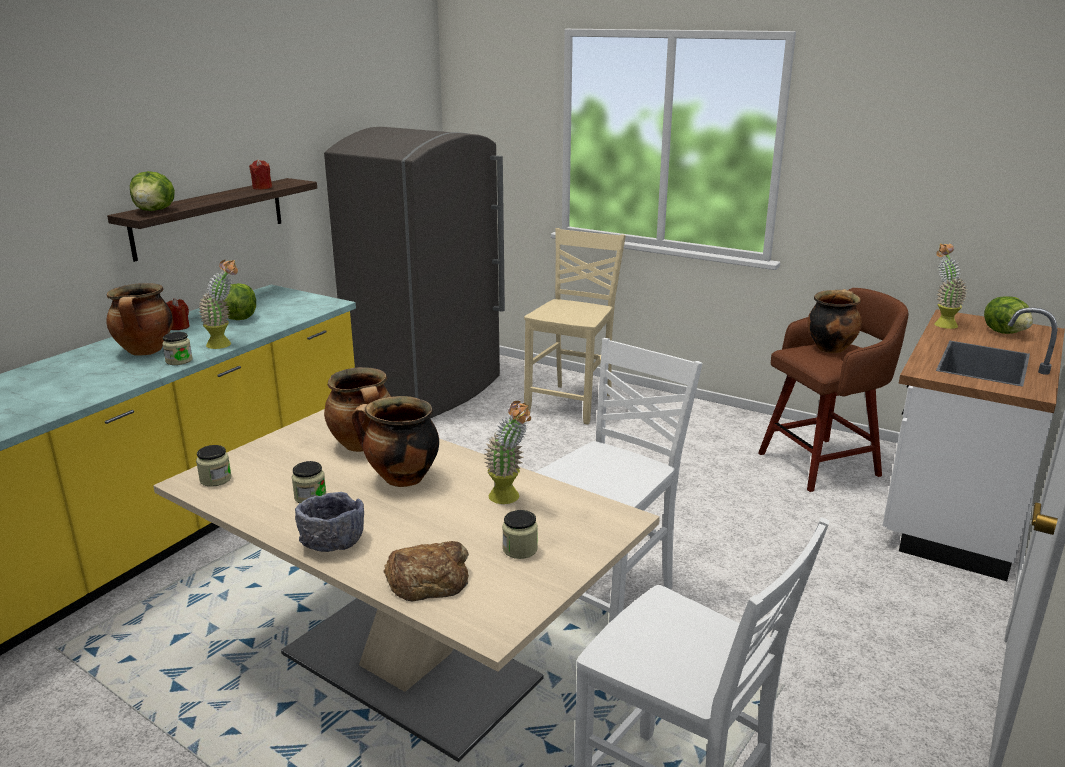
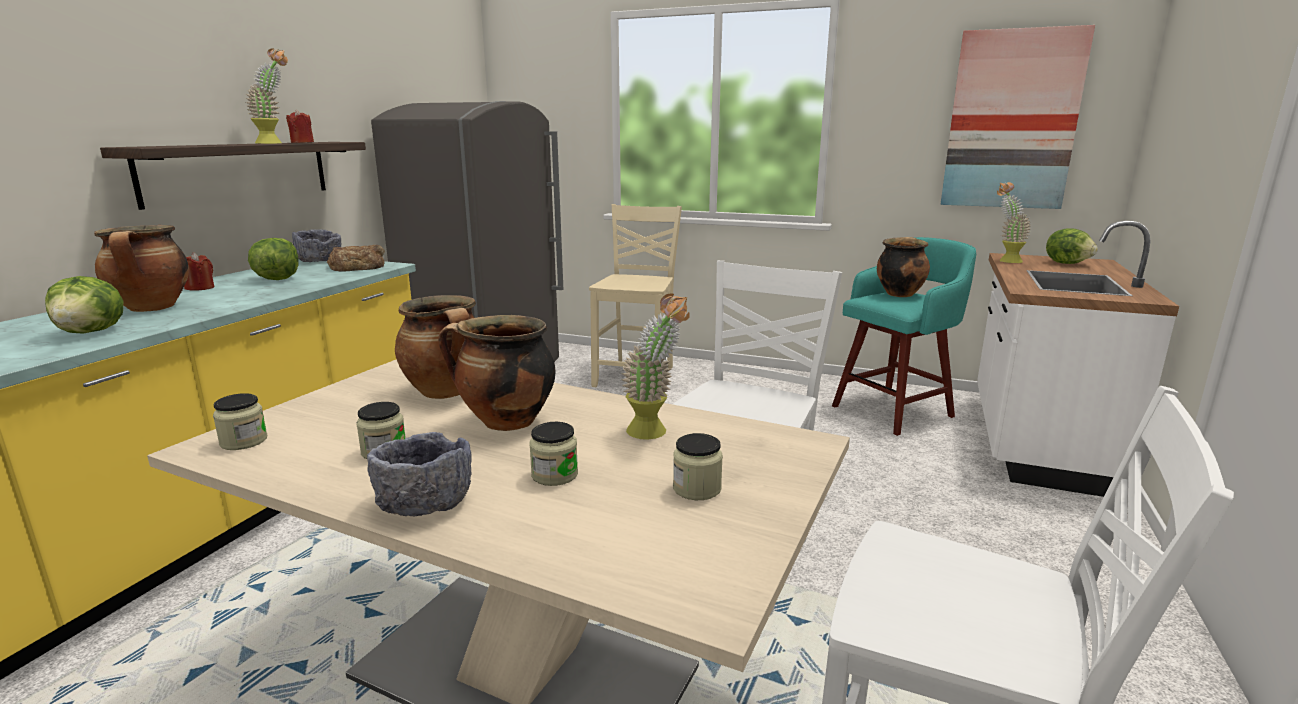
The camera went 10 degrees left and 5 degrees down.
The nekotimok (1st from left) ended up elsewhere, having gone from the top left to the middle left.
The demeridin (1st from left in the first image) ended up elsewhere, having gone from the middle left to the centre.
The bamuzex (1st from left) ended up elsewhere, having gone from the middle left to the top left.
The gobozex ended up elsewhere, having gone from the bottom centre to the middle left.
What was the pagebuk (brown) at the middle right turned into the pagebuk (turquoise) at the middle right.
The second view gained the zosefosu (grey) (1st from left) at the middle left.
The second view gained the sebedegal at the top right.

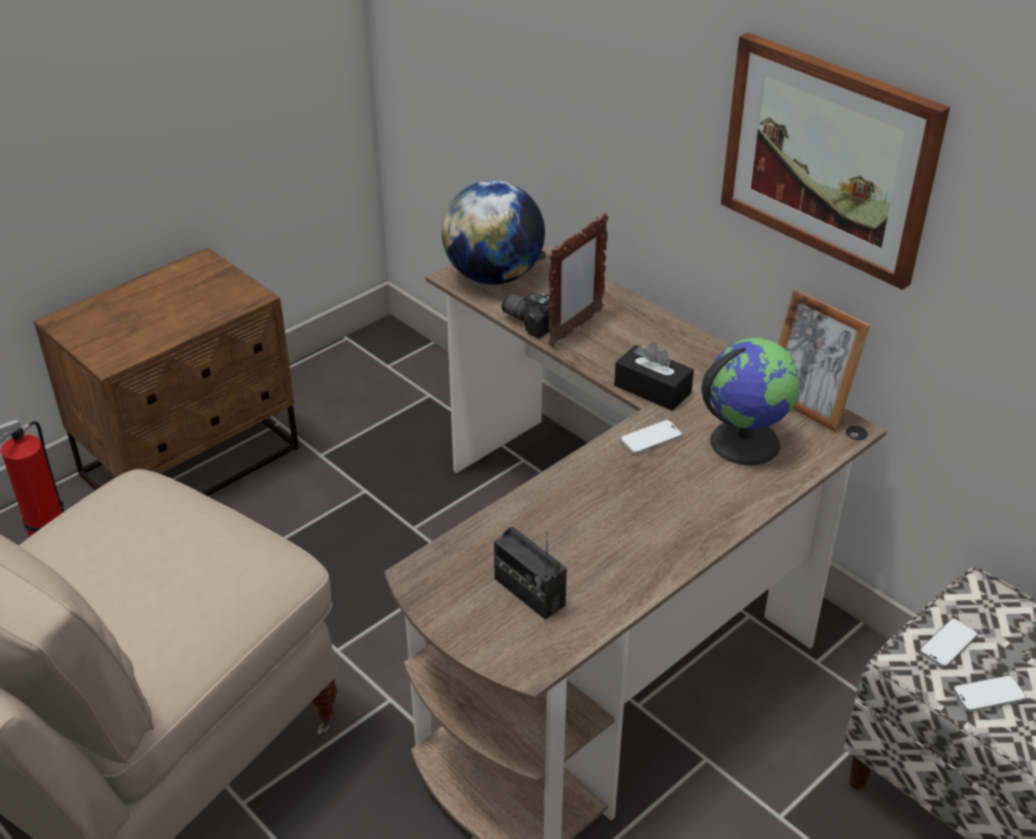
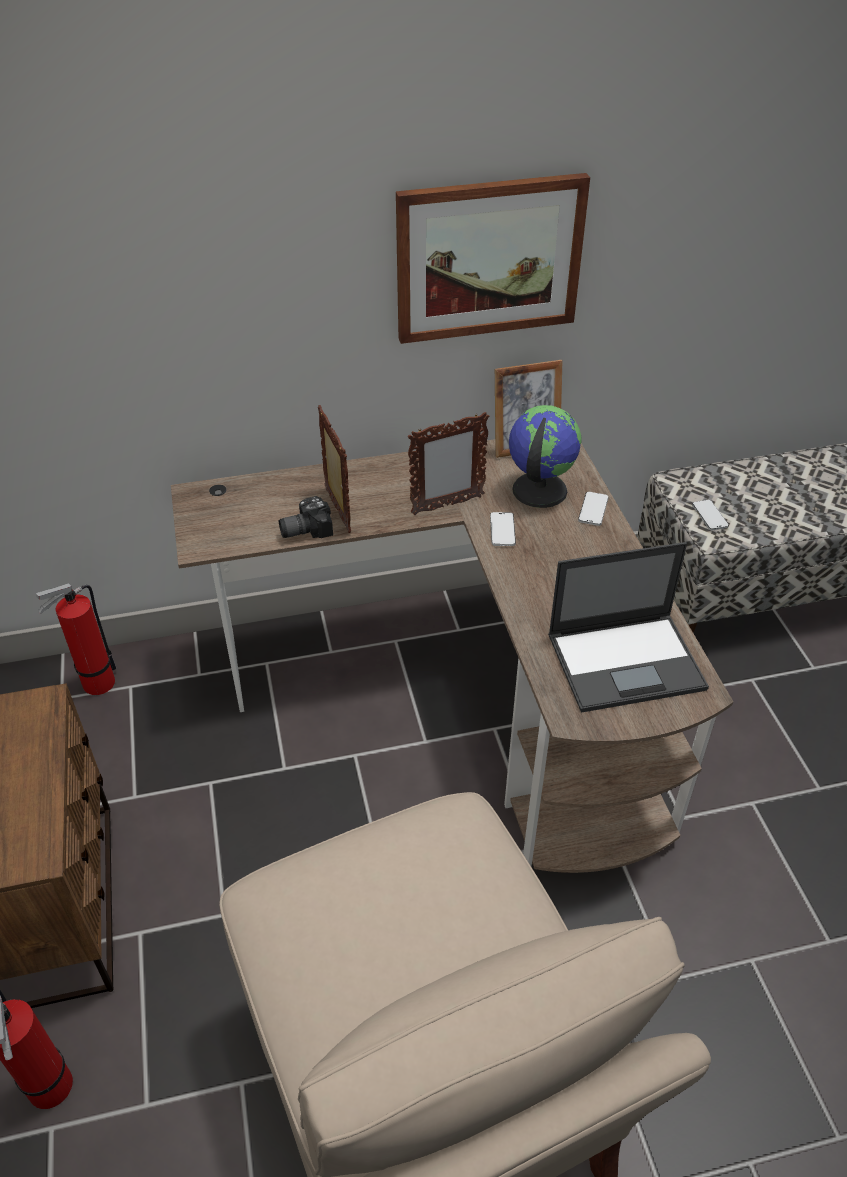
The camera went 60 degrees left and 5 degrees up.
The second view lost the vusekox (1st from left) at the top centre.
Where the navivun stood at the bottom centre, the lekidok came to stand at the middle right.
Where the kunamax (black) stood at the centre, the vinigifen (2nd from left) came to stand at the centre.
The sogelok (3rd from left in the first image) ended up elsewhere, having gone from the bottom right to the middle right.
The second view gained the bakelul (2nd from left) at the middle left.

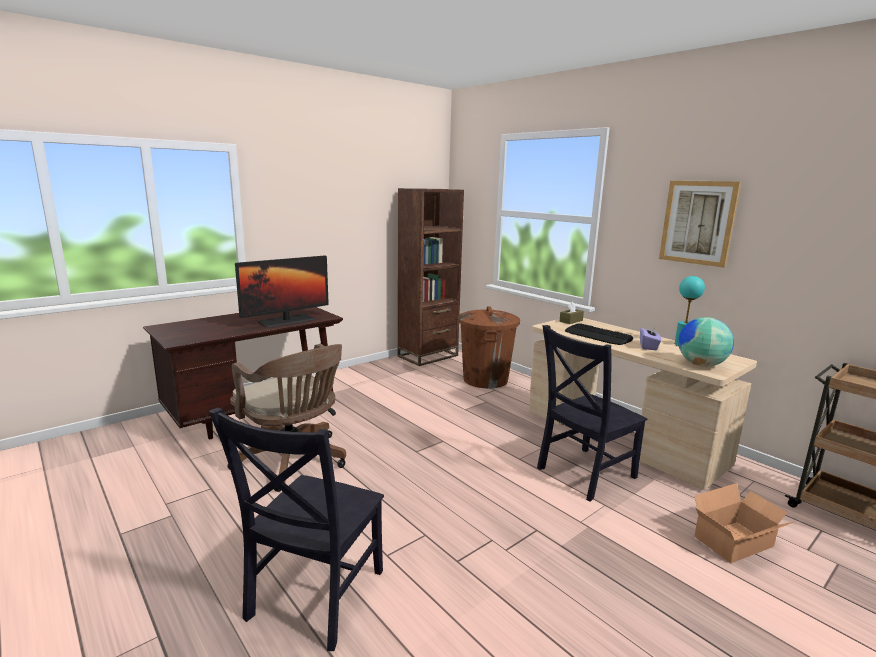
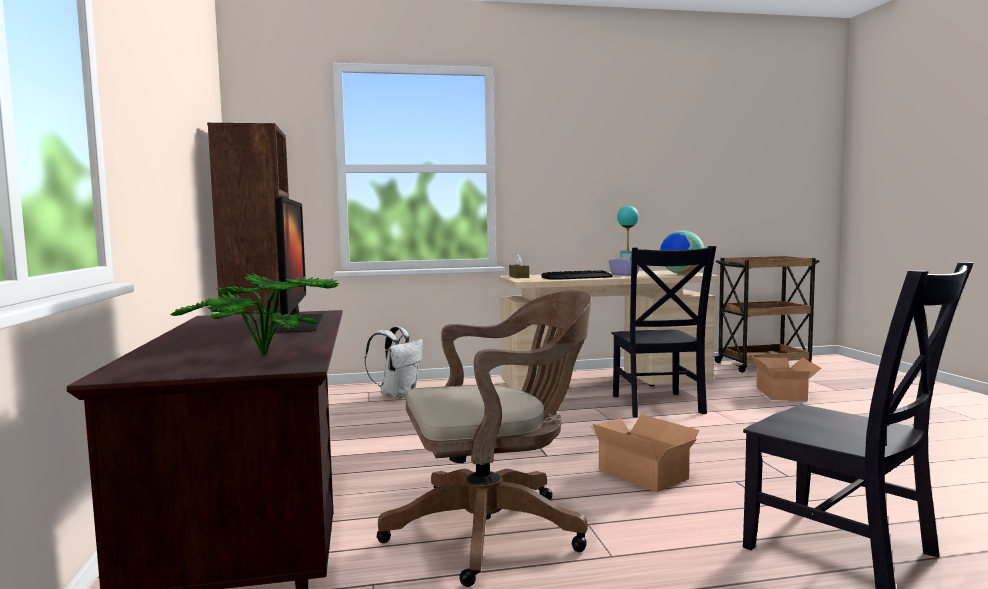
The camera went 60 degrees left and 10 degrees down.
Where the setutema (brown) stood at the centre, the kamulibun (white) came to stand at the centre.
The second view lost the sebedegal at the middle right.
The second view gained the bamuzex at the middle left.
The second view gained the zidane (1st from left) at the bottom centre.

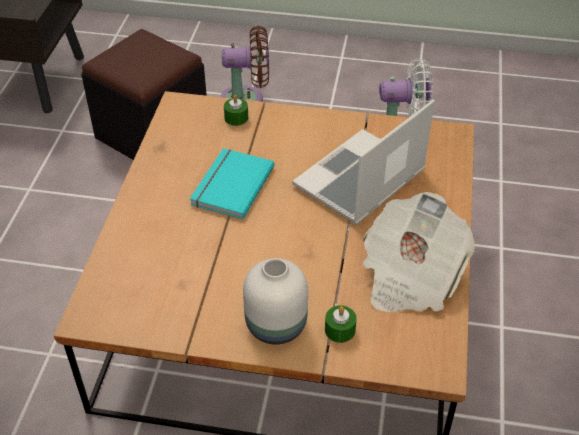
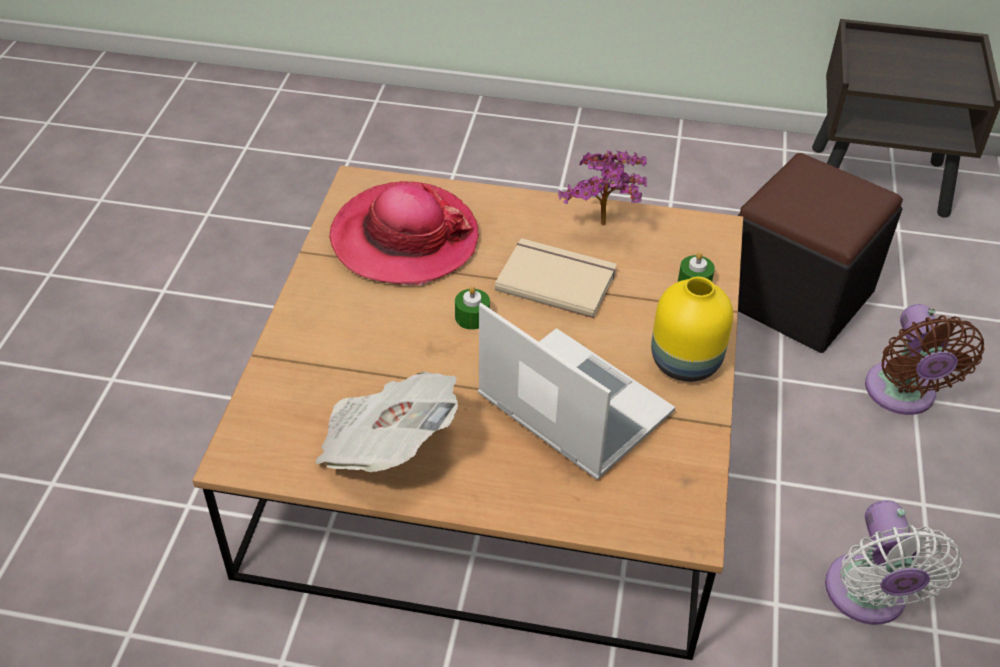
The camera went 90 degrees right and 0 degrees up.
What was the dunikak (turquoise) at the centre turned into the dunikak (beige) at the centre.
The second view lost the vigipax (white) at the bottom centre.
The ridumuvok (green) (2nd from left in the first image) ended up elsewhere, having gone from the bottom centre to the centre.
The second view gained the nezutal at the centre.
The second view gained the bamuzex at the top centre.
The second view gained the vigipax (yellow) at the middle right.

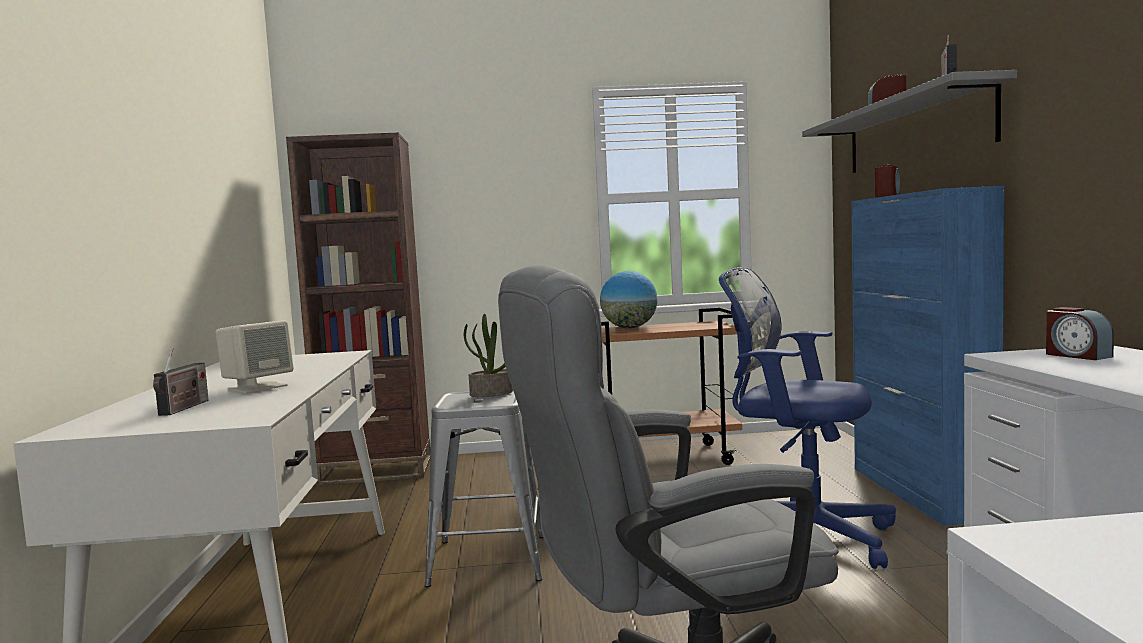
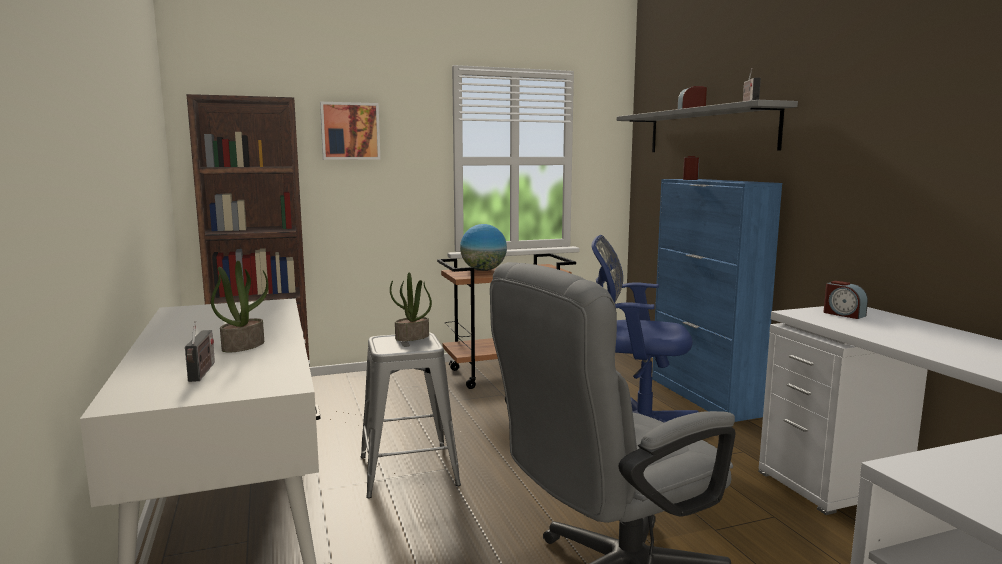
The camera went 15 degrees left and 5 degrees up.
Where the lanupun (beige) stood at the middle left, the bamuzex (1st from left) came to stand at the middle left.
The second view gained the sebedegal at the top centre.

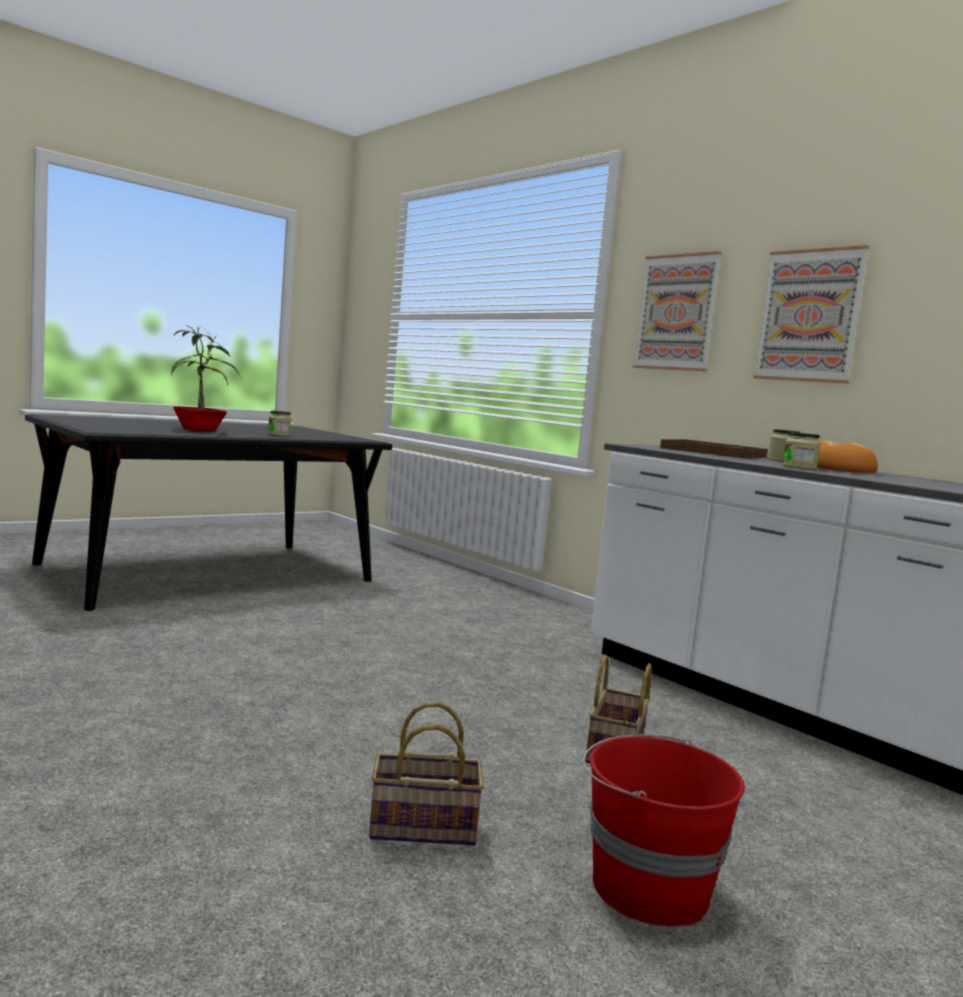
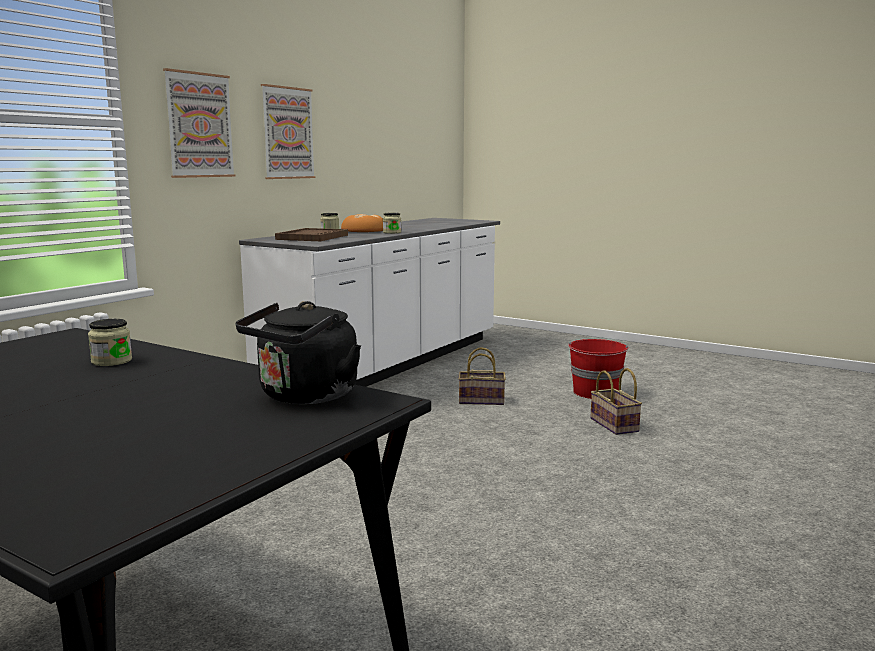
The camera went 105 degrees left and 5 degrees up.
The second view lost the bamuzex at the middle left.
The second view gained the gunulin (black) at the centre.

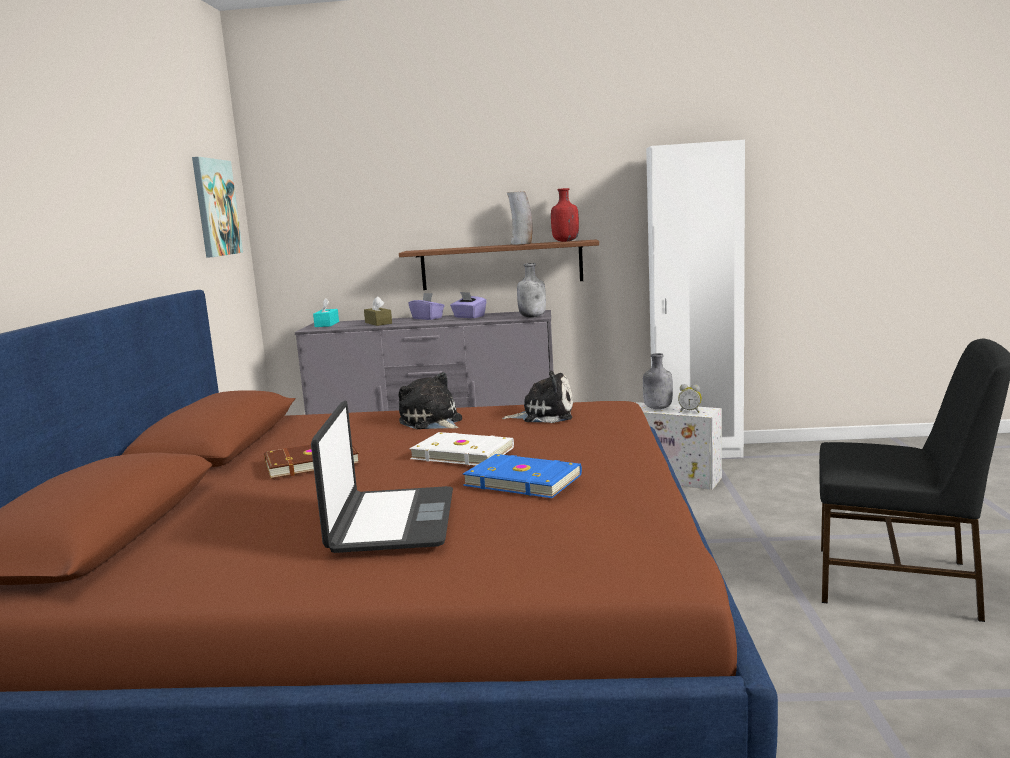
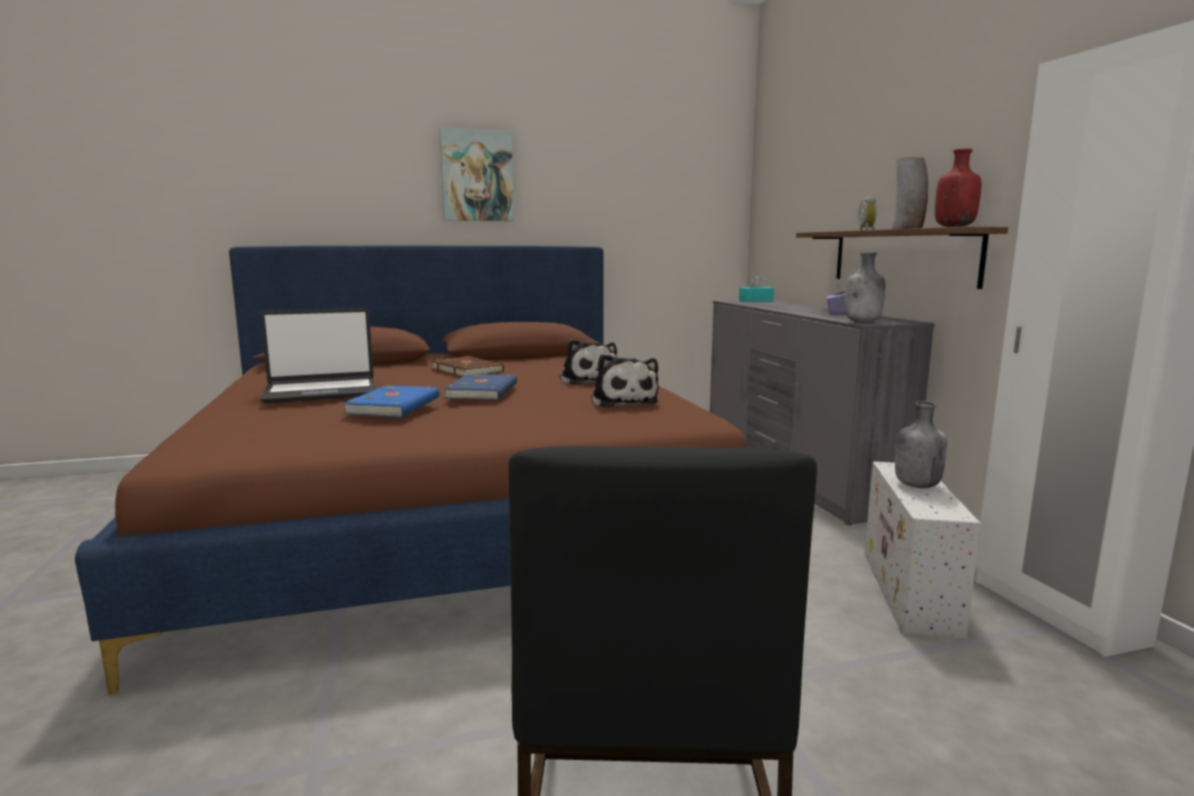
The camera went 70 degrees right and 0 degrees up.
The sebedegal ended up elsewhere, having gone from the top left to the top centre.
The second view lost the kunamax (brown) at the centre.
The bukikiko (1st from left) at the centre ended up facing another way, 120 degrees clockwise from before.
The second view lost the kunamax (purple) (1st from left) at the centre.
What was the dunikak (white) at the centre turned into the dunikak (blue) (2nd from left) at the centre.
The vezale ended up elsewhere, having gone from the middle right to the top right.

